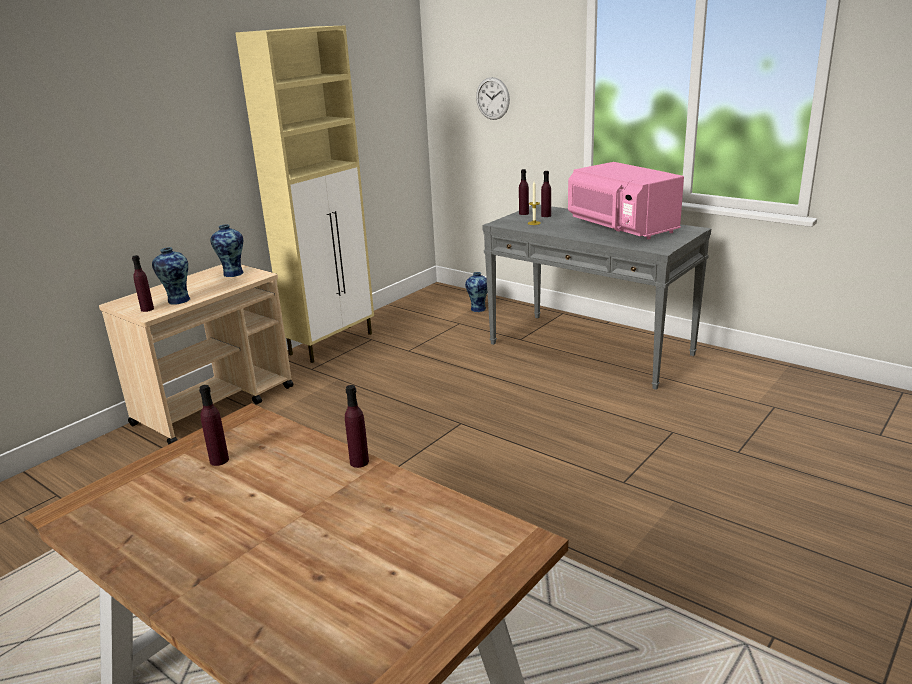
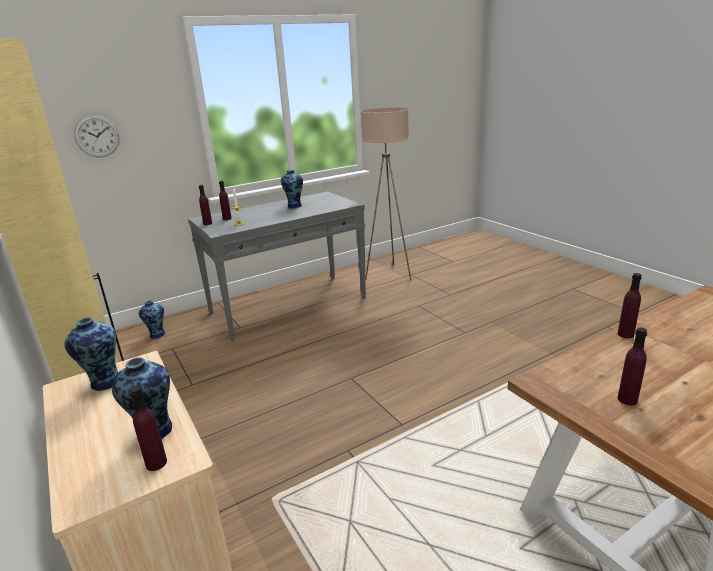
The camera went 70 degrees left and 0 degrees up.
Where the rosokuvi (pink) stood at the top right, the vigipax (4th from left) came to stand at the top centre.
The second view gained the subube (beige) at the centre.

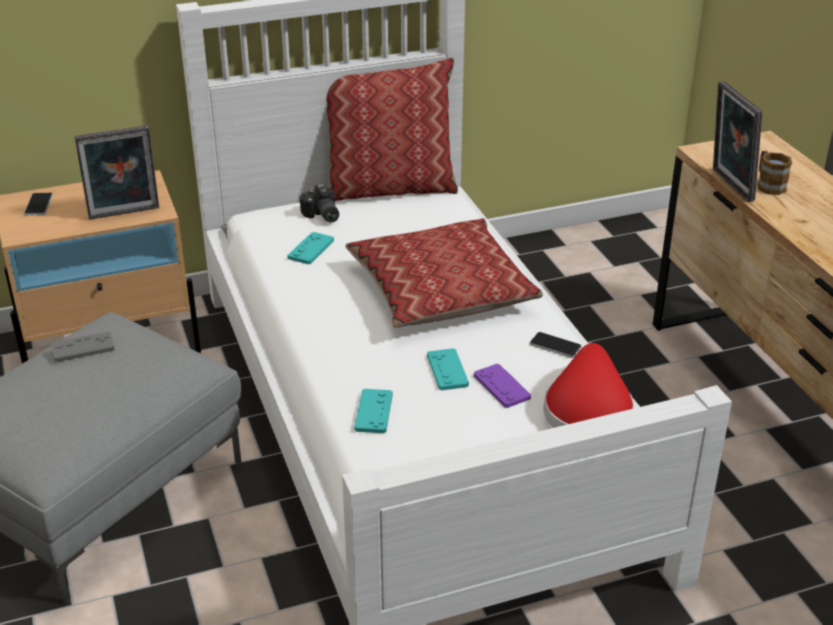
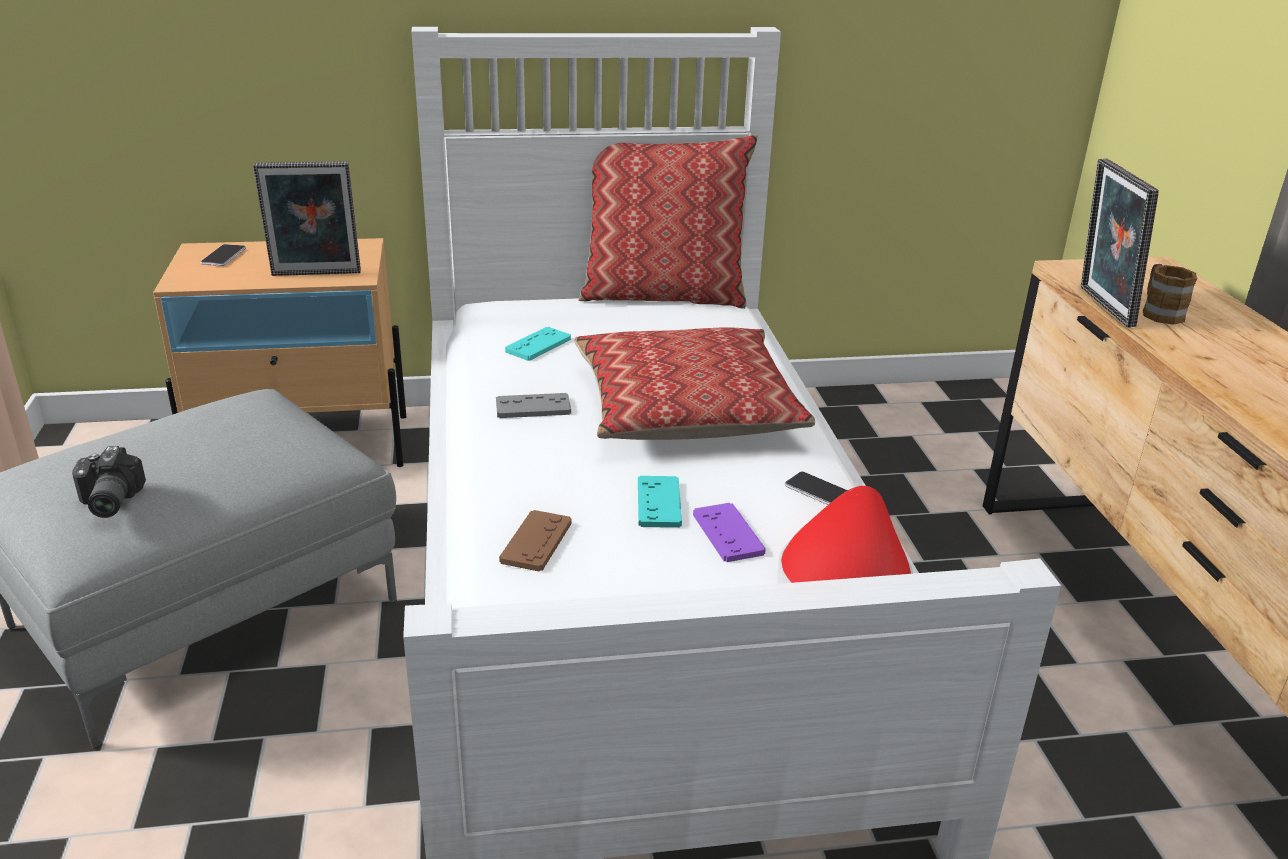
The camera went 10 degrees right and 5 degrees down.
The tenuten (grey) ended up elsewhere, having gone from the middle left to the centre.
The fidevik ended up elsewhere, having gone from the top centre to the middle left.
What was the tenuten (turquoise) (2nd from left) at the centre turned into the tenuten (brown) at the centre.

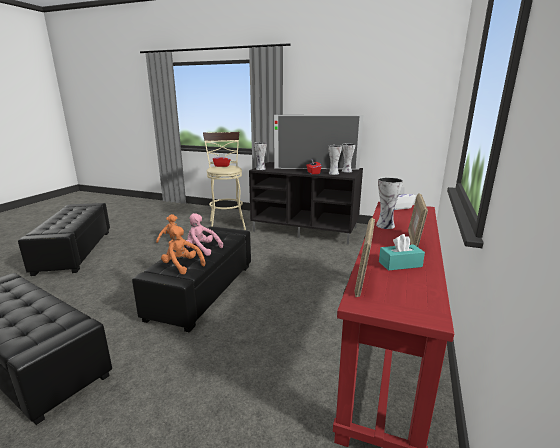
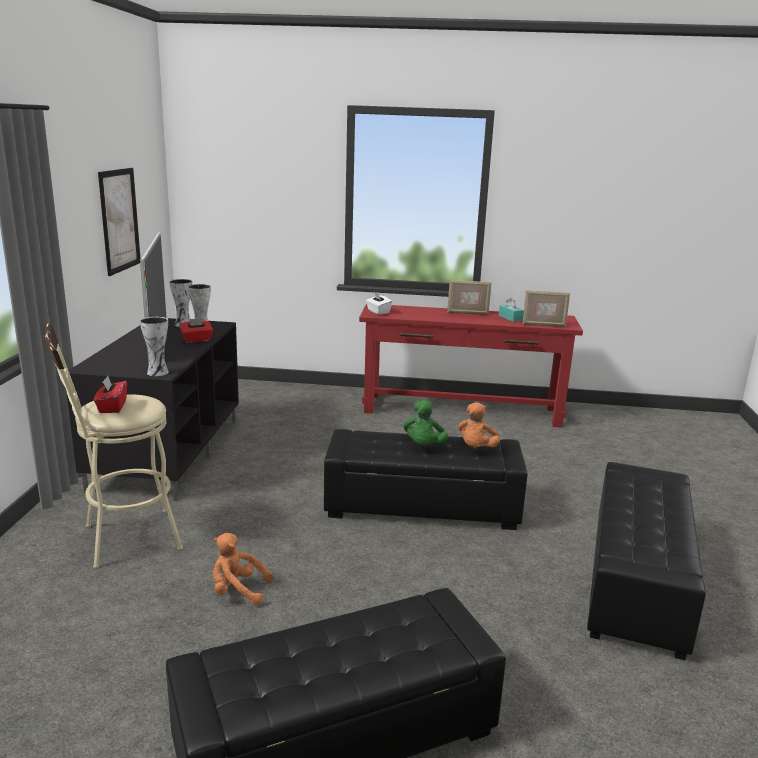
The camera went 105 degrees left and 0 degrees up.
What was the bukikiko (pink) at the centre turned into the bukikiko (green) at the centre.
The second view lost the vigipax (4th from left) at the middle right.
The second view gained the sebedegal at the top left.

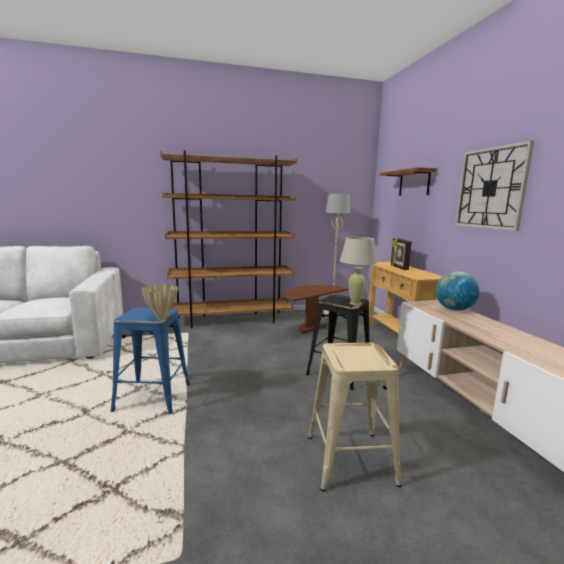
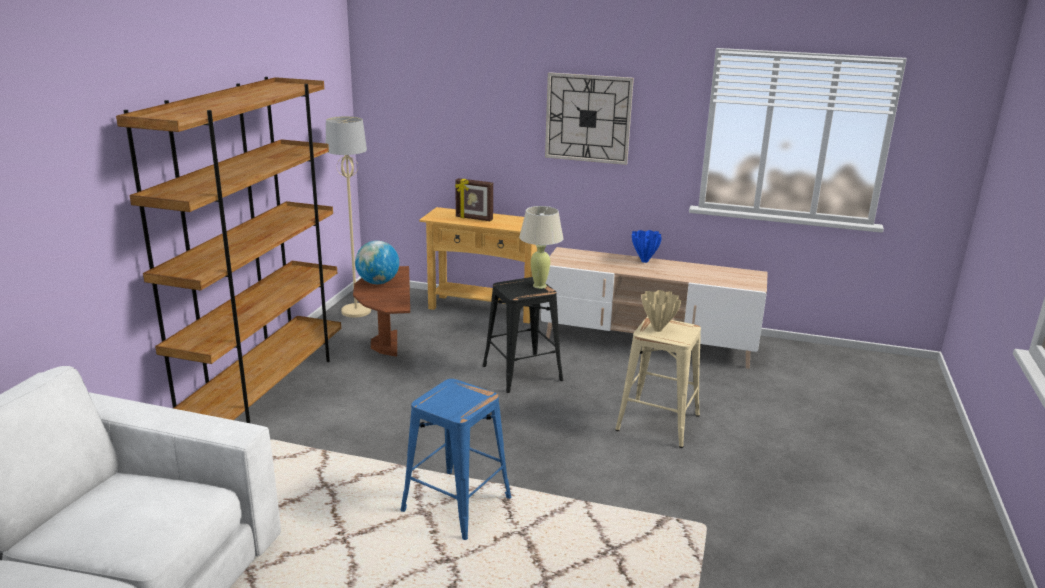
The camera went 60 degrees left and 10 degrees up.
The vigipax (beige) ended up elsewhere, having gone from the middle left to the centre.
The second view lost the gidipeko at the top right.
The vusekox ended up elsewhere, having gone from the middle right to the centre.
The second view gained the vigipax (blue) at the centre.

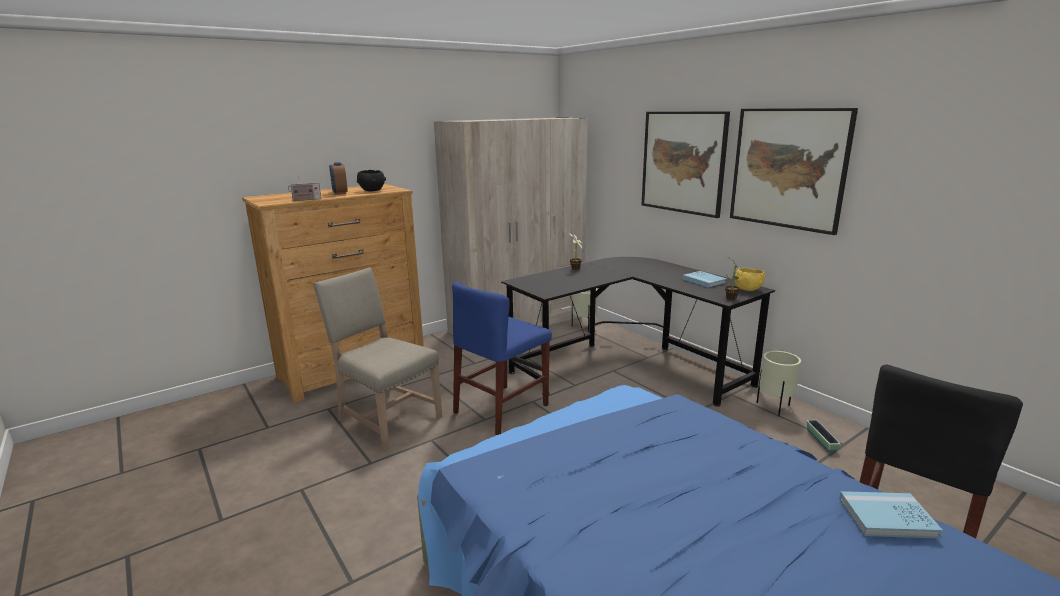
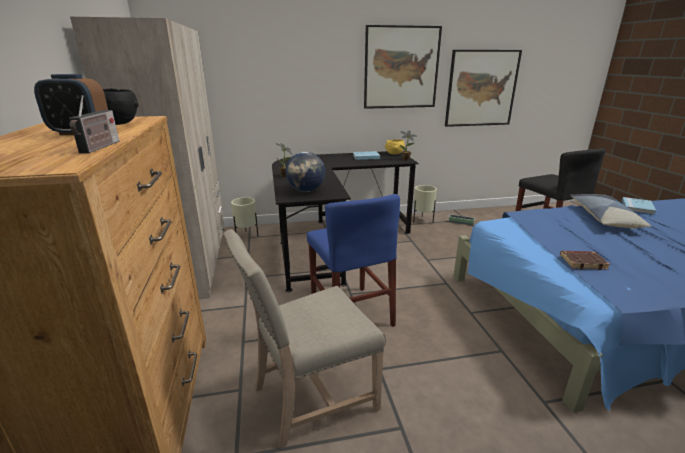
The camera went 65 degrees left and 5 degrees up.
The sebedegal (1st from left in the first image) ended up elsewhere, having gone from the top centre to the top right.
The second view gained the vusekox at the centre.
The second view gained the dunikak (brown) at the middle right.
The second view gained the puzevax at the middle right.

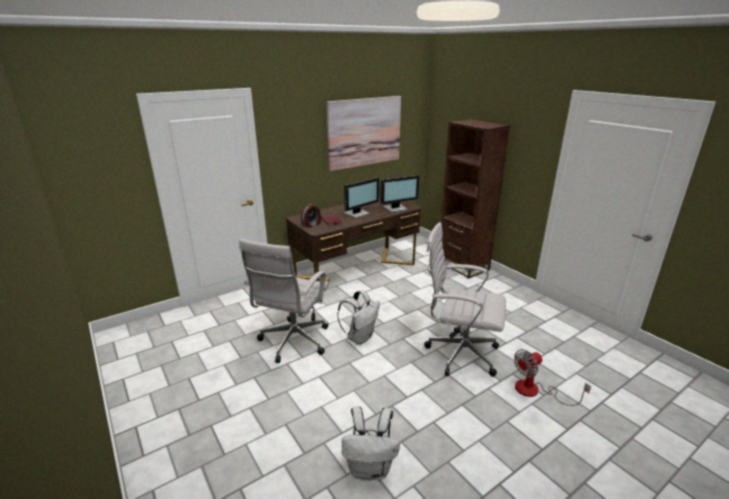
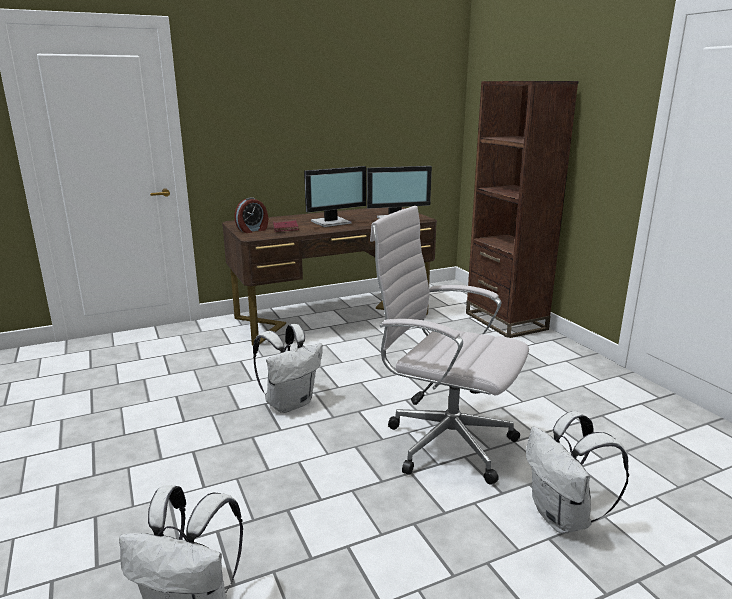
The camera went 10 degrees right and 5 degrees down.
The second view lost the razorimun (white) (1st from left) at the centre.
The second view lost the sebedegal at the top centre.
Where the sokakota stood at the bottom right, the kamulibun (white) (3rd from left) came to stand at the bottom right.

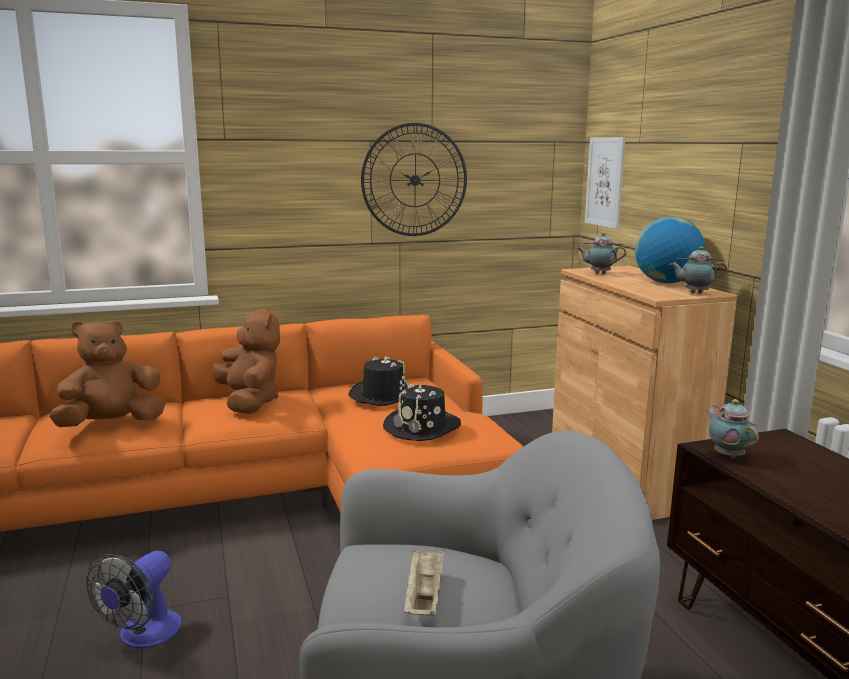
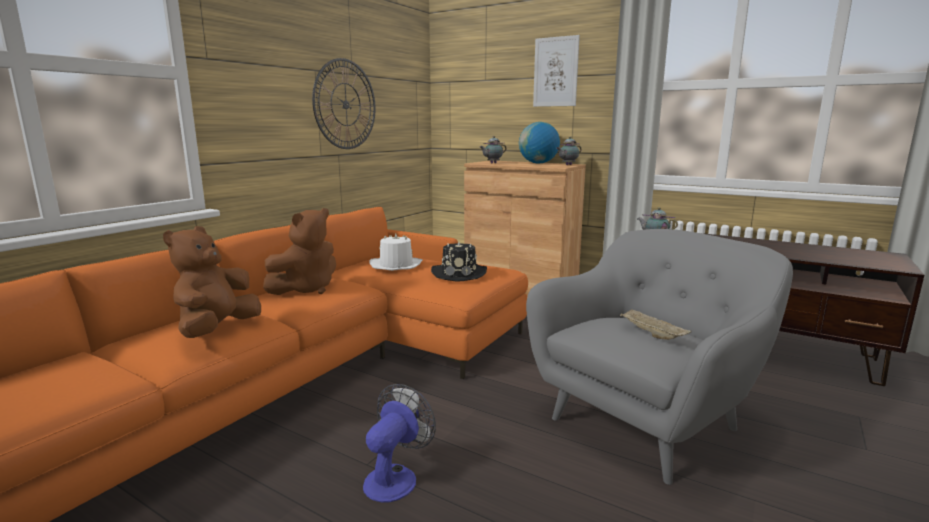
The camera went 40 degrees left and 0 degrees up.
The sokakota at the bottom left ended up facing another way, 135 degrees counterclockwise from before.
The bukikiko (brown) (2nd from left) at the middle left ended up facing another way, 105 degrees clockwise from before.
What was the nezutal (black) (1st from left) at the centre turned into the nezutal (white) at the centre.
The sebedegal ended up elsewhere, having gone from the top right to the top centre.

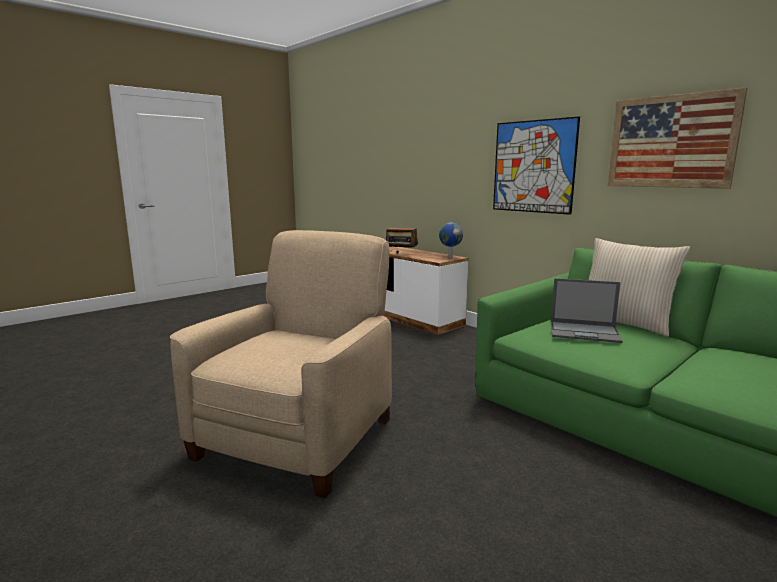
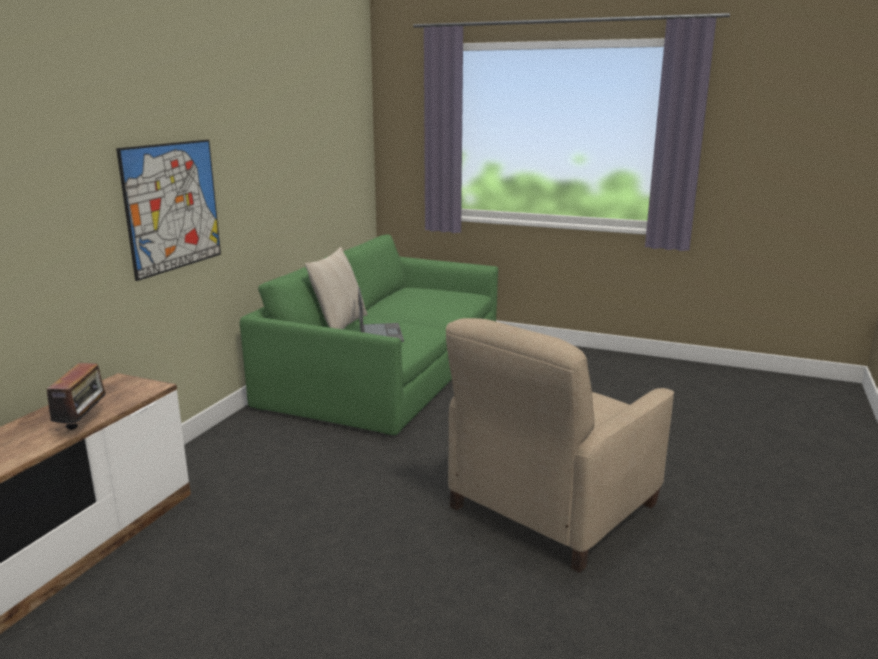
The camera went 115 degrees left and 5 degrees up.
The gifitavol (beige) at the centre ended up facing another way, 45 degrees counterclockwise from before.
The second view lost the vusekox at the centre.
The second view lost the sebedegal (2nd from left) at the top right.

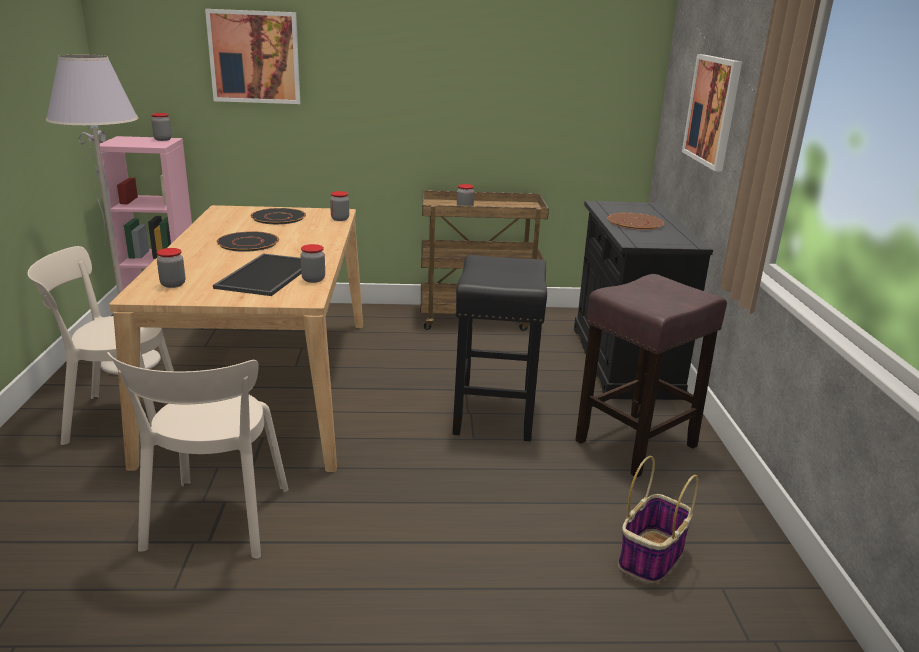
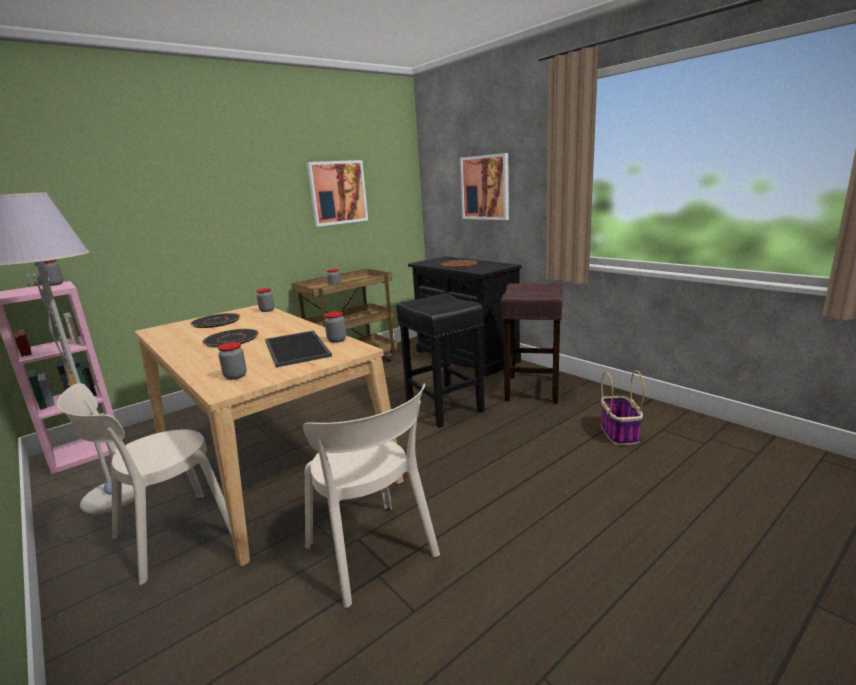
The camera went 35 degrees left and 5 degrees down.
The sebedegal (1st from left) ended up elsewhere, having gone from the top left to the top centre.

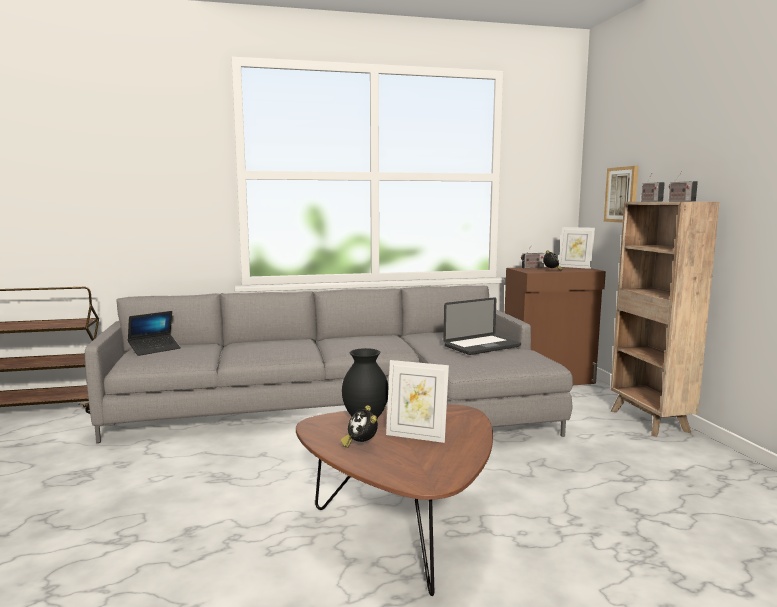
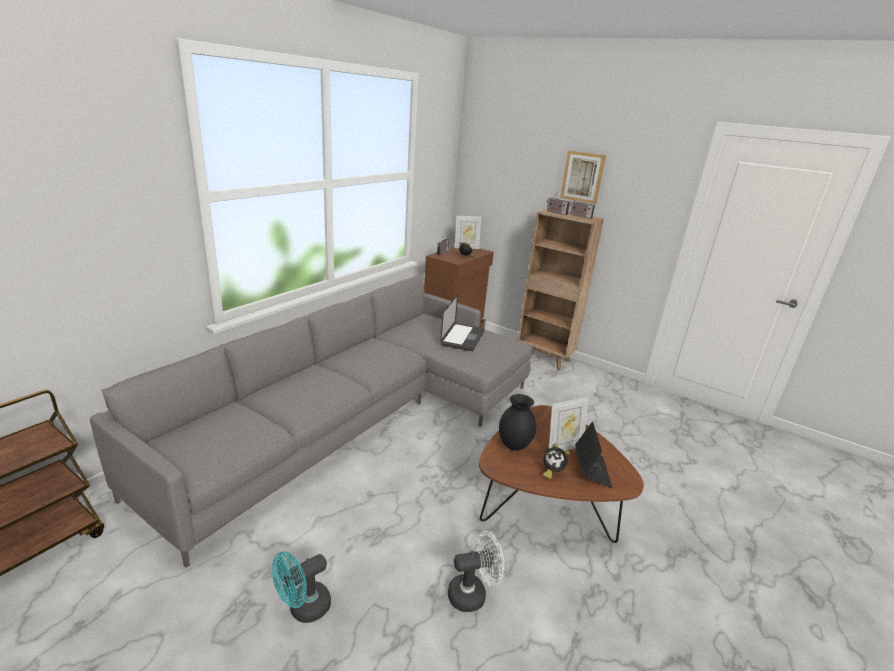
The camera went 45 degrees left and 15 degrees up.
The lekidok (1st from left in the first image) ended up elsewhere, having gone from the middle left to the bottom centre.
The sebedegal ended up elsewhere, having gone from the top right to the top centre.
The second view gained the sokakota (turquoise) at the bottom centre.
The second view gained the sokakota (white) at the bottom centre.

